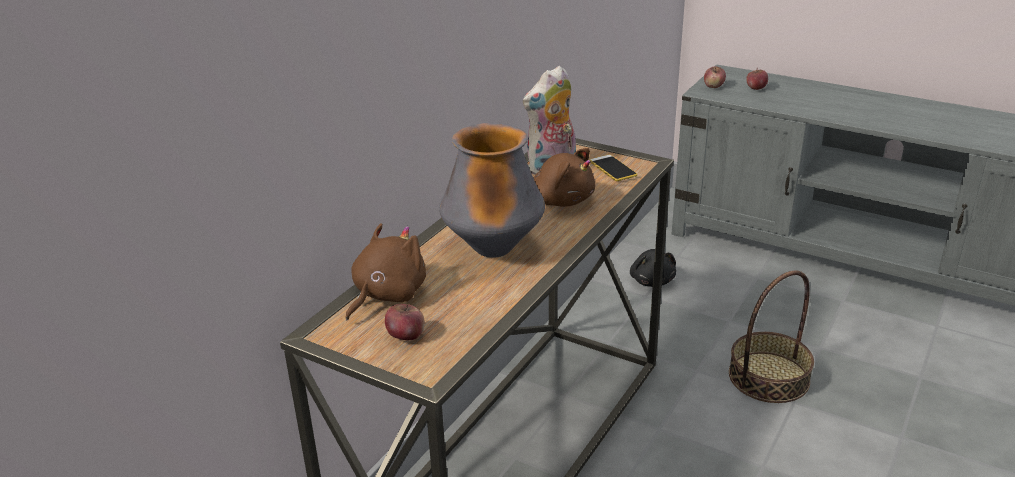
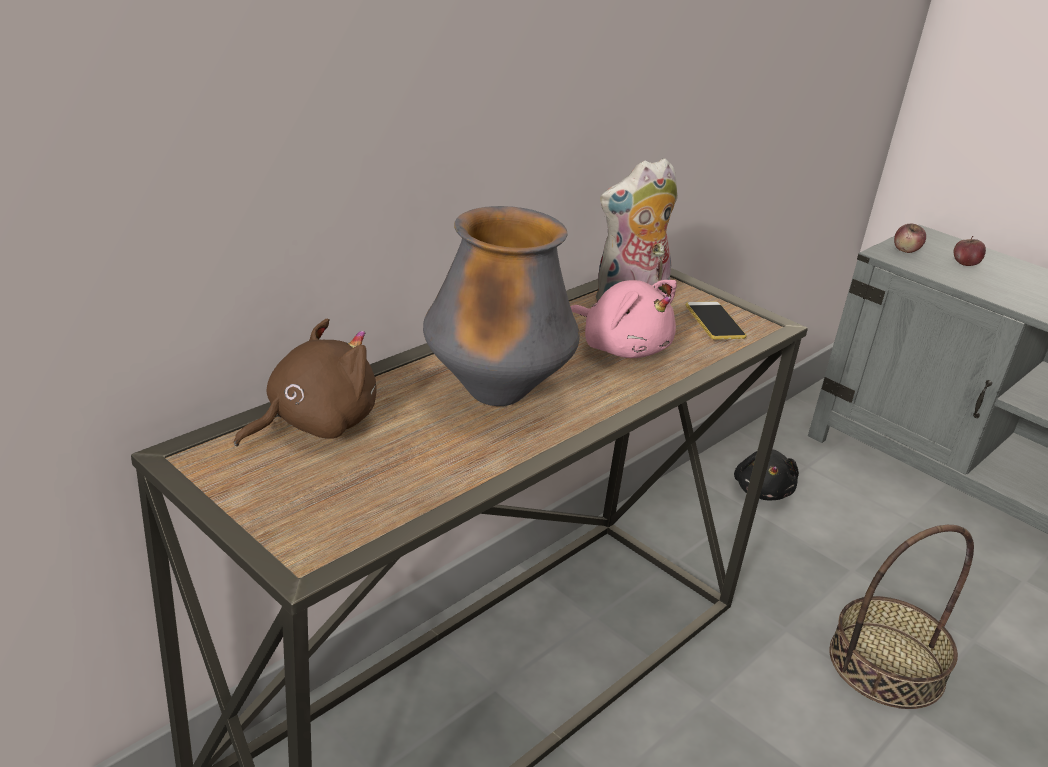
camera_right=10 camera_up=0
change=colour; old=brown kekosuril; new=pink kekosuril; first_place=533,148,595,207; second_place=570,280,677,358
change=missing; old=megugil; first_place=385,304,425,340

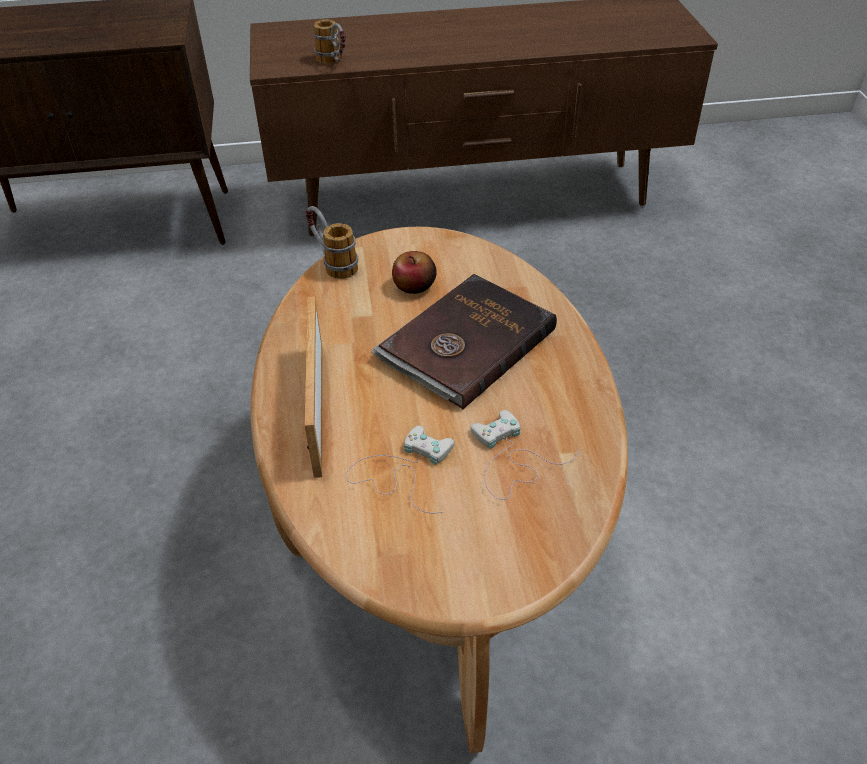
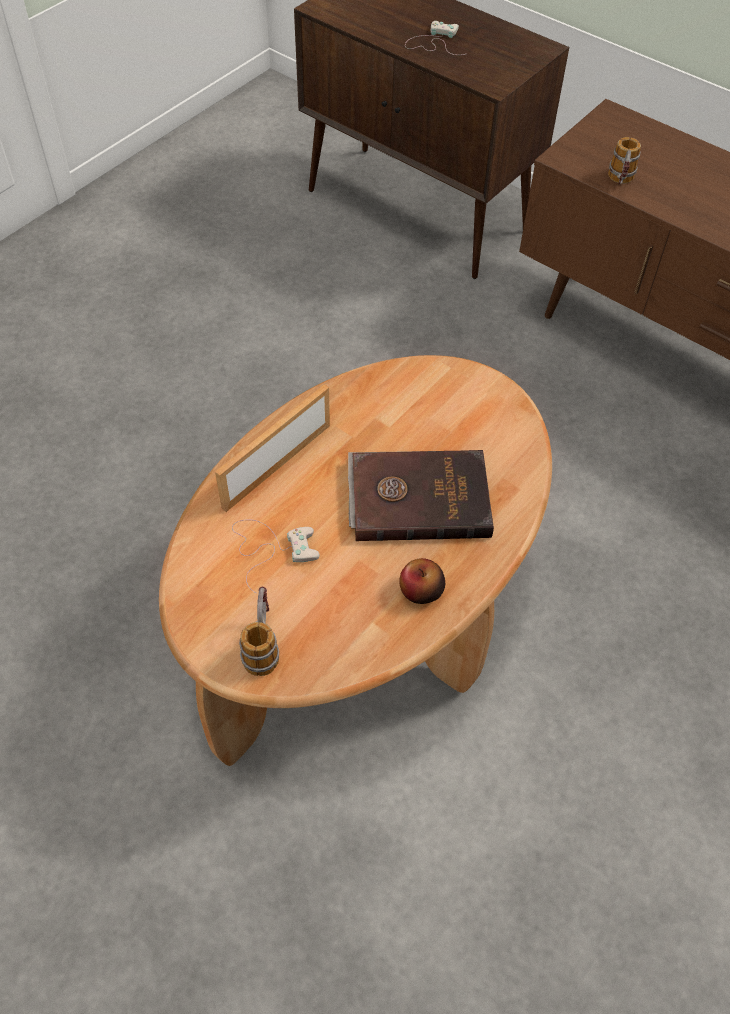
camera_right=45 camera_up=10
change=relocated; old=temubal; first_place=305,206,358,279; second_place=239,586,279,676
change=relocated; old=megugil; first_place=392,251,437,294; second_place=399,558,445,604
change=relocated; old=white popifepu; first_place=471,410,579,500; second_place=405,21,465,55

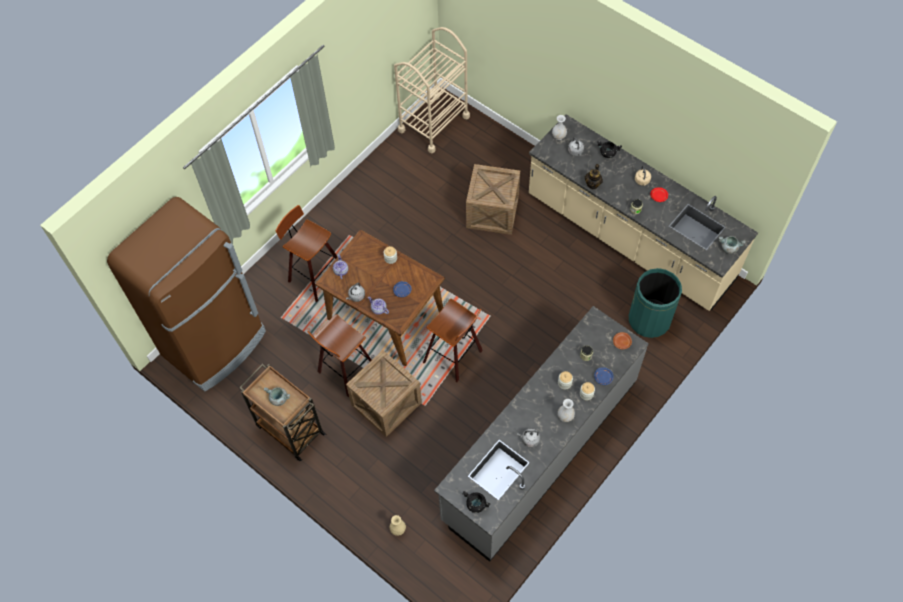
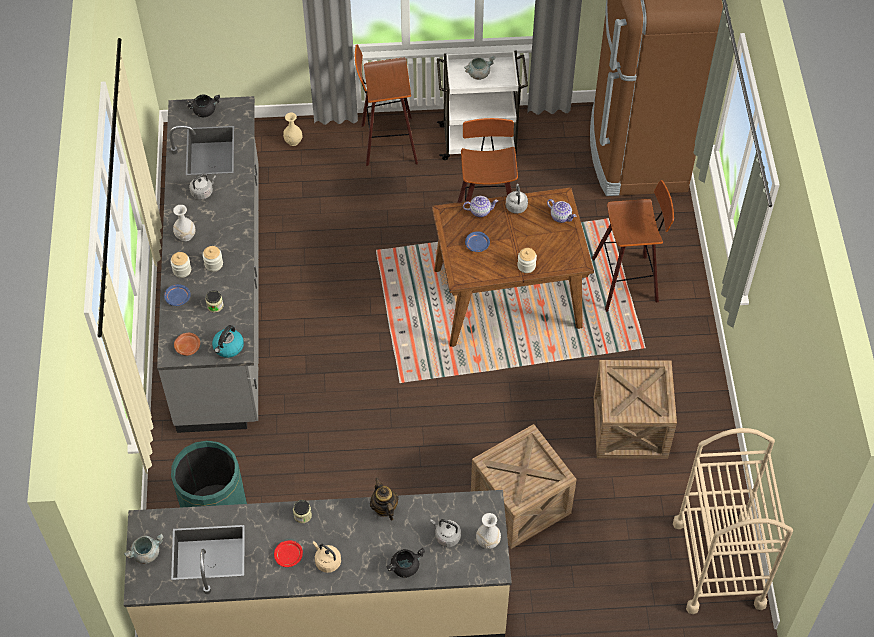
camera_right=135 camera_up=-5
change=appeared; new=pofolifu; second_place=212,325,244,358
change=relocated; old=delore; first_place=423,299,483,382; second_place=355,44,418,166
change=colour; old=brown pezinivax; new=white pezinivax; first_place=239,364,326,461; second_place=437,51,528,160
change=relocated; old=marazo; first_place=346,350,422,437; second_place=594,360,677,459

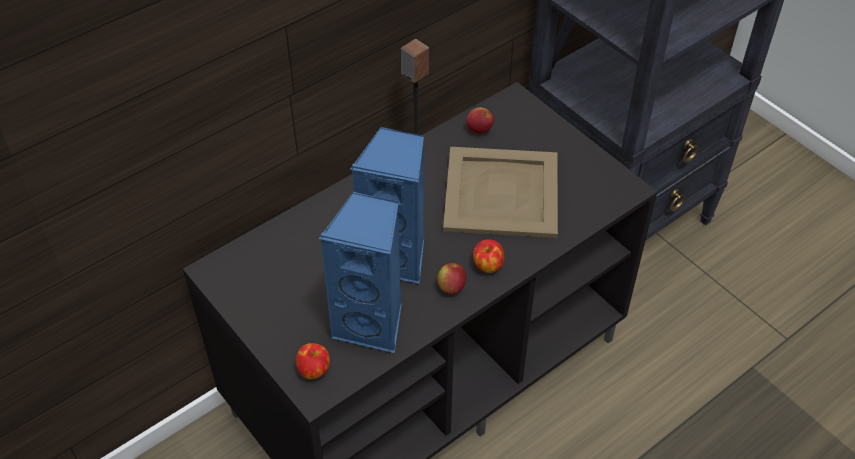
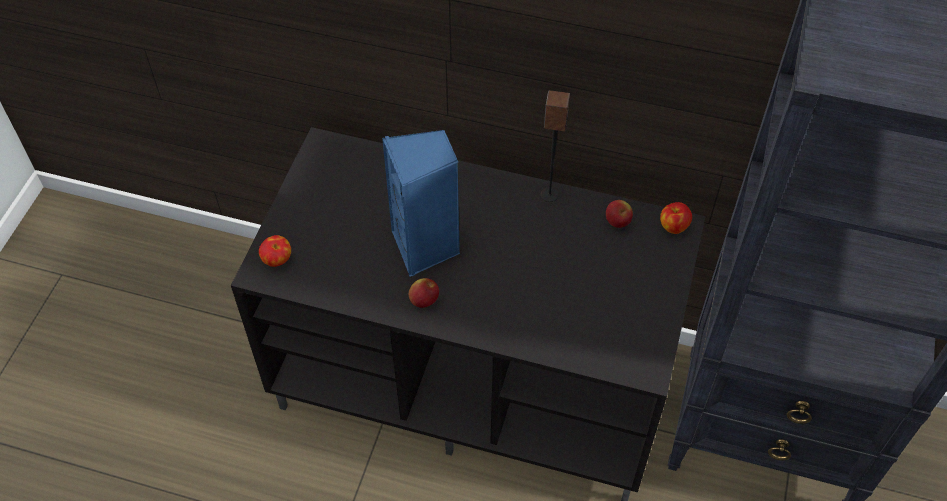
camera_right=55 camera_up=5
change=relocated; old=megugil; first_place=473,239,504,273; second_place=660,202,692,234
change=missing; old=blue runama; first_place=319,192,402,353
change=missing; old=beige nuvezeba; first_place=443,147,558,238

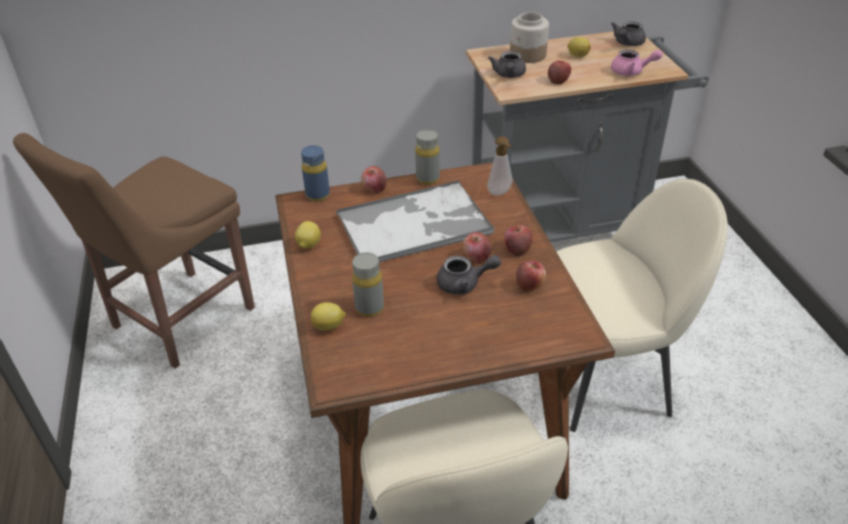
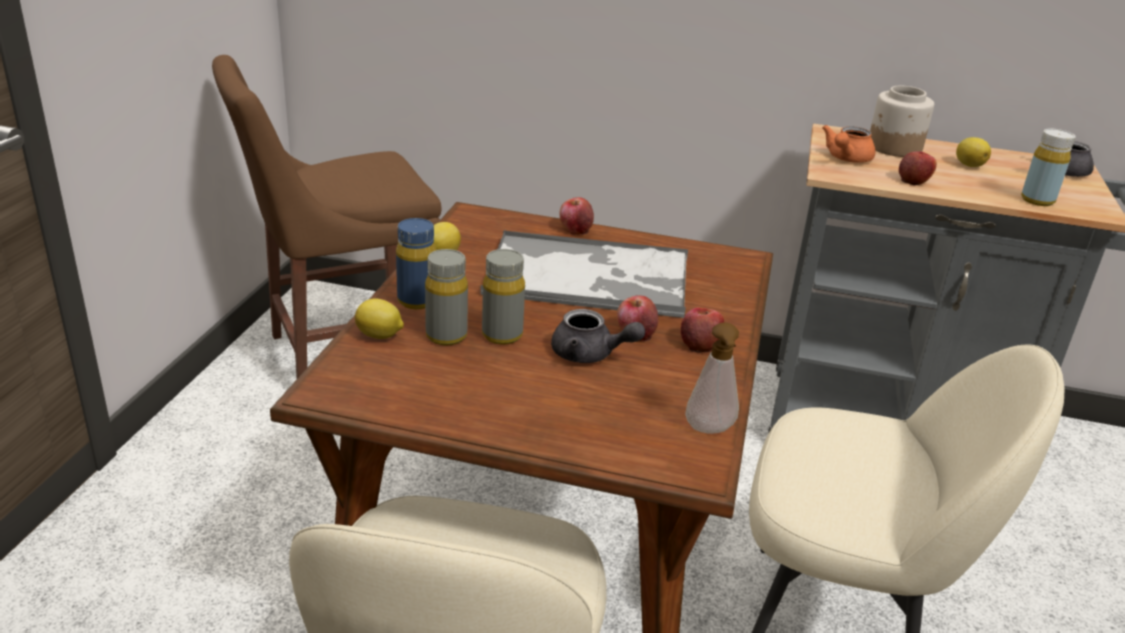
camera_right=25 camera_up=-10
change=relocated; old=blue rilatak; first_place=301,145,330,201; second_place=396,218,436,309
change=relocated; old=grey rilatak; first_place=415,129,440,184; second_place=482,249,525,345
change=relocated; old=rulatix; first_place=487,136,512,195; second_place=685,322,739,434
change=colour; old=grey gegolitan; new=orange gegolitan; first_place=488,51,526,78; second_place=822,125,876,163
change=exchanged; old=pink gegolitan; new=yellow rilatak; first_place=611,49,663,76; second_place=1021,129,1075,206
change=missing; old=megugil; first_place=516,261,546,291

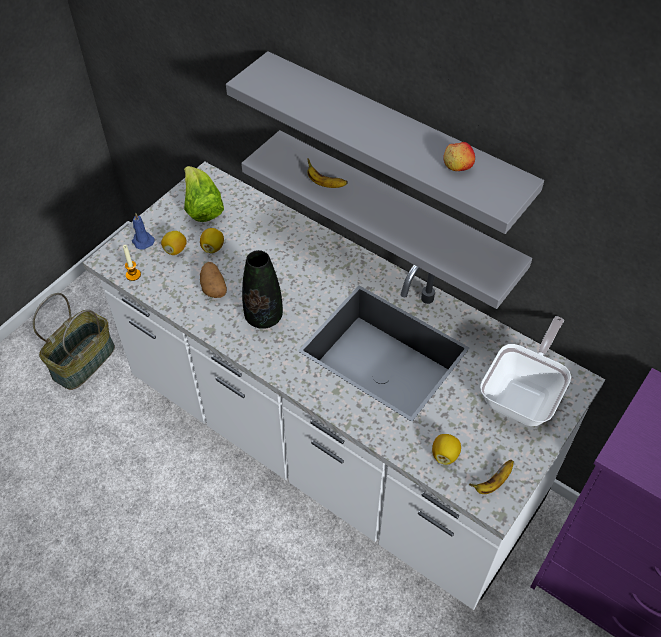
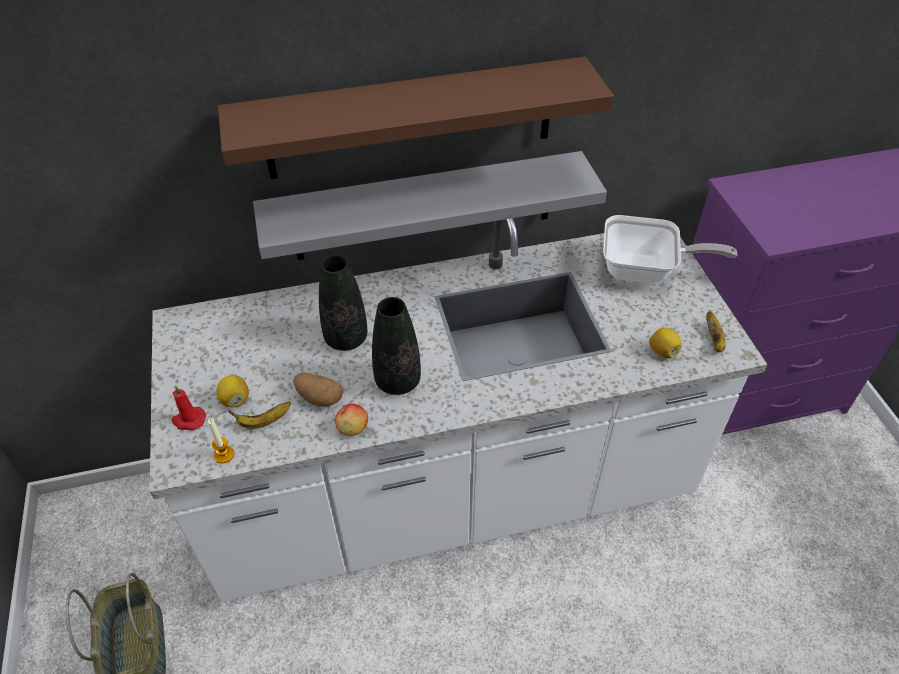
camera_right=-50 camera_up=-5
change=colour; old=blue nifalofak; new=red nifalofak; first_place=132,213,155,250; second_place=172,385,206,430
change=colour; old=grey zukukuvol; new=brown zukukuvol; first_place=226,51,544,234; second_place=218,57,614,179
change=relocated; old=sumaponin; first_place=307,159,348,188; second_place=228,402,291,429
change=appeared; new=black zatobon; second_place=319,255,368,351
change=relocated; old=megugil; first_place=443,142,475,171; second_place=335,404,368,436
change=spun; old=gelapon; first_place=480,316,571,426; second_place=603,215,737,283; degrees=120
change=missing; old=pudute; first_place=184,166,224,222
change=missing; old=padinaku; first_place=200,228,224,253

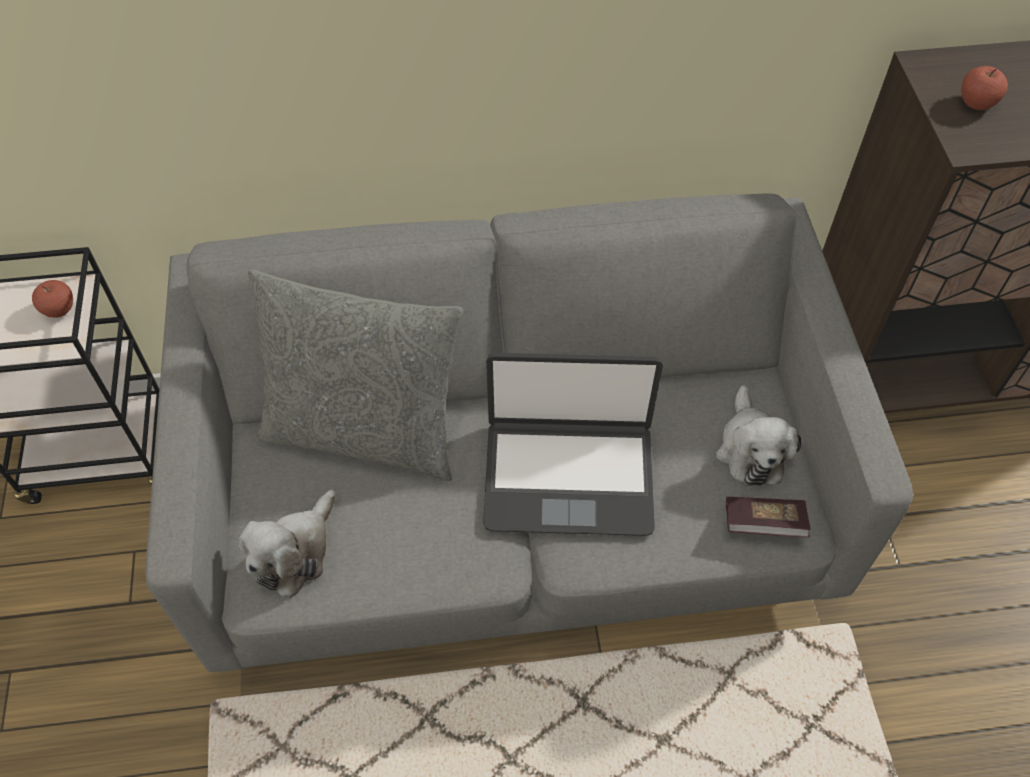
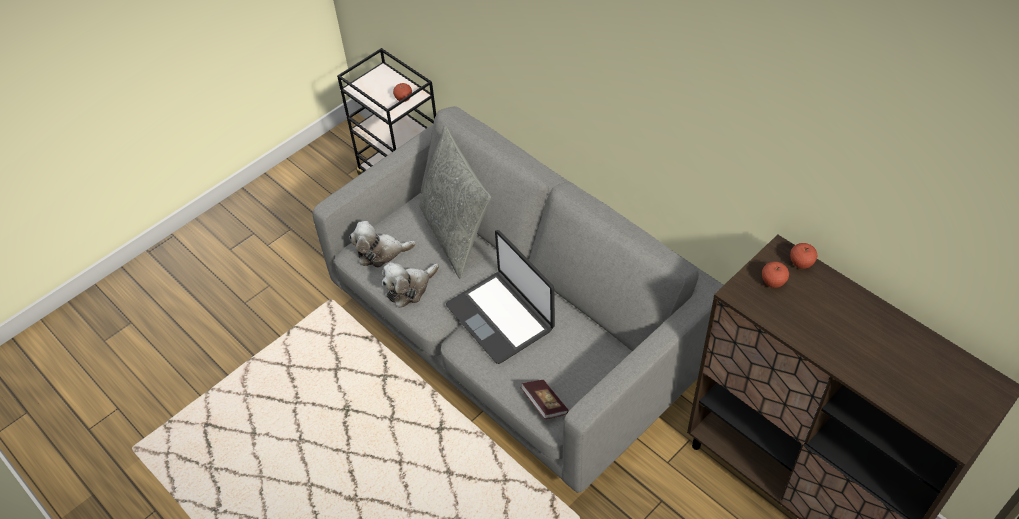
camera_right=55 camera_up=-5
change=relocated; old=kekosuril; first_place=716,385,801,486; second_place=382,262,439,308
change=appeared; new=megugil; second_place=790,243,817,269

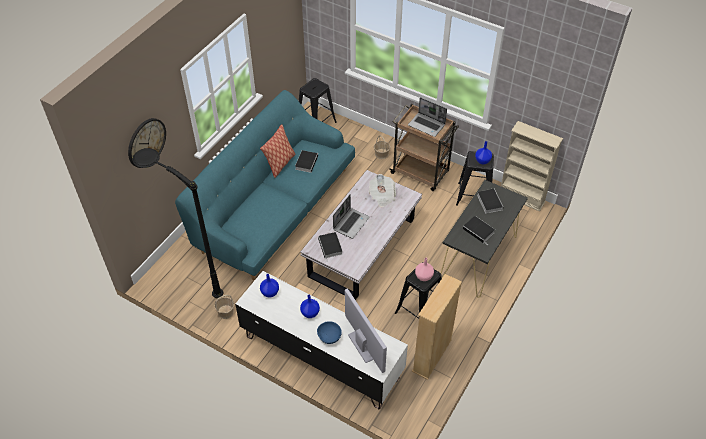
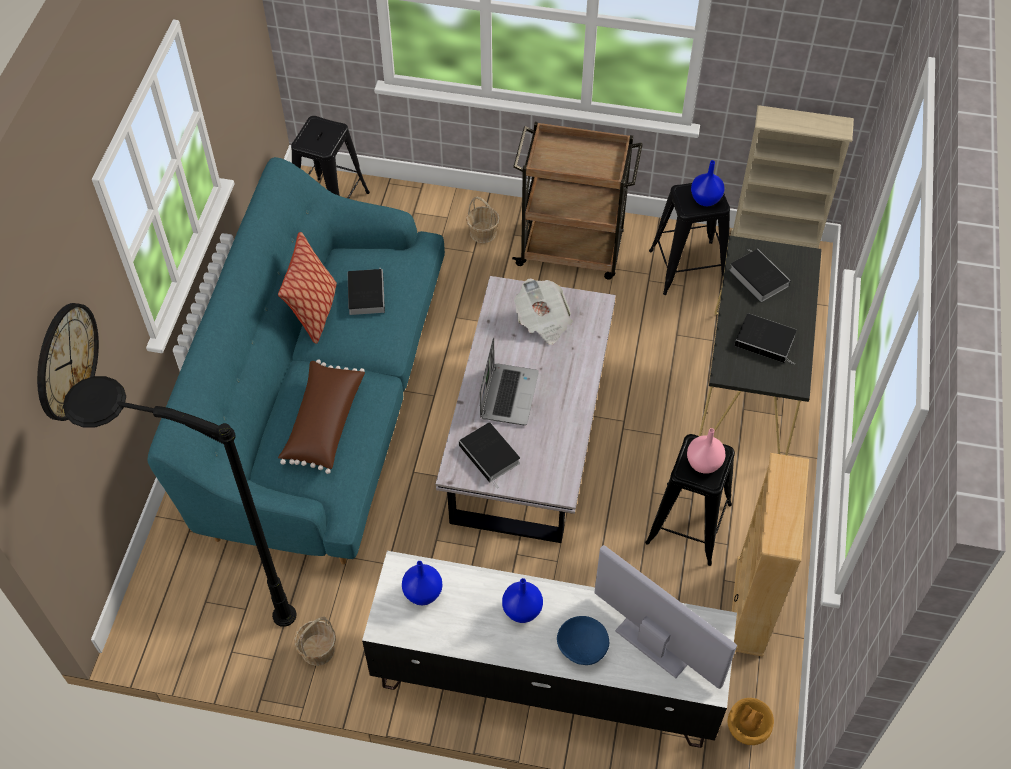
camera_right=-20 camera_up=5
change=appeared; new=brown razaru; second_place=278,360,365,474
change=appeared; new=brown zatobon; second_place=728,698,774,745
change=missing; old=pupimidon; first_place=408,97,447,137

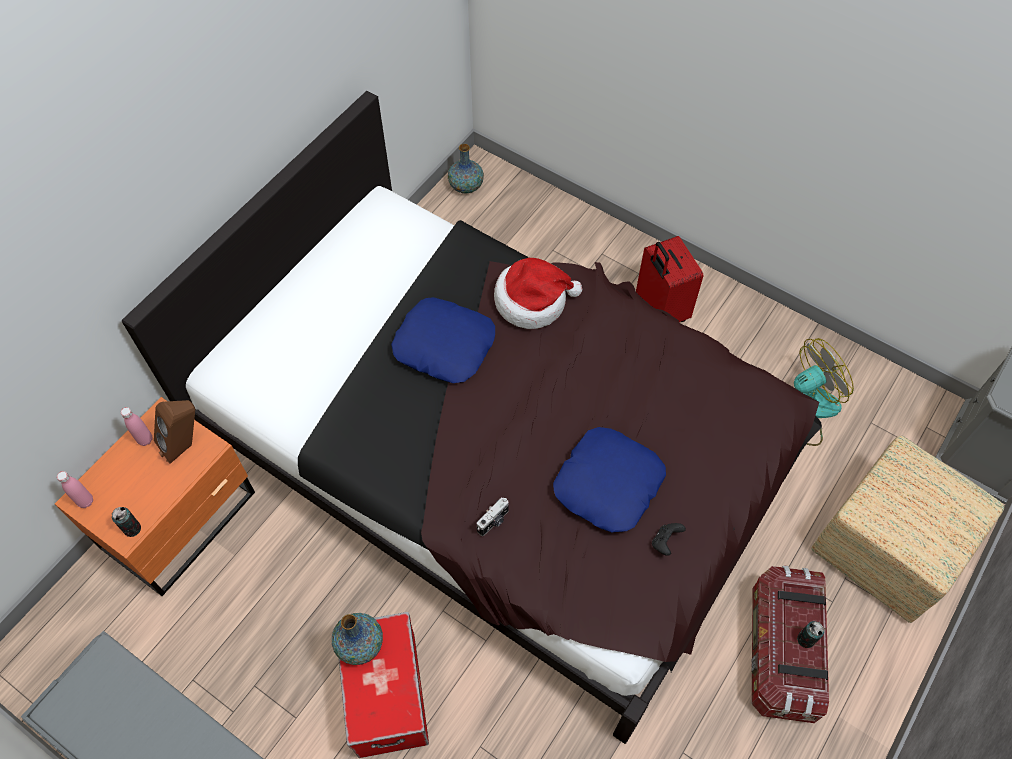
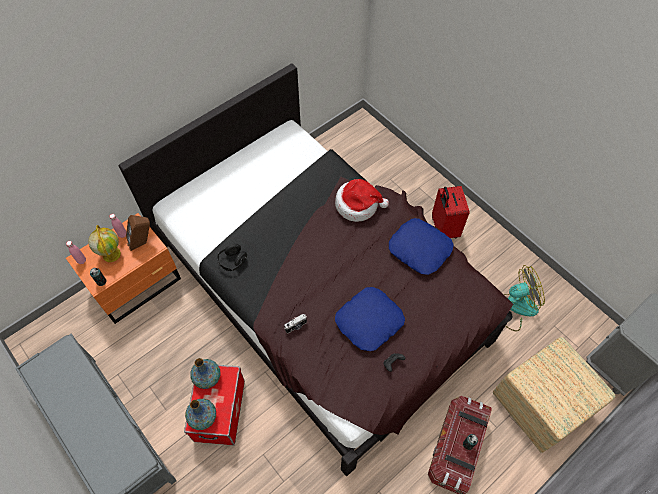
camera_right=15 camera_up=0
change=appeared; new=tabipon; second_place=88,225,121,262
change=relocated; old=zatobon; first_place=448,144,484,193; second_place=185,399,216,430
change=appeared; new=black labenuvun; second_place=217,243,247,271
change=relocated; old=blue razaru; first_place=391,297,495,383; second_place=389,218,454,275

